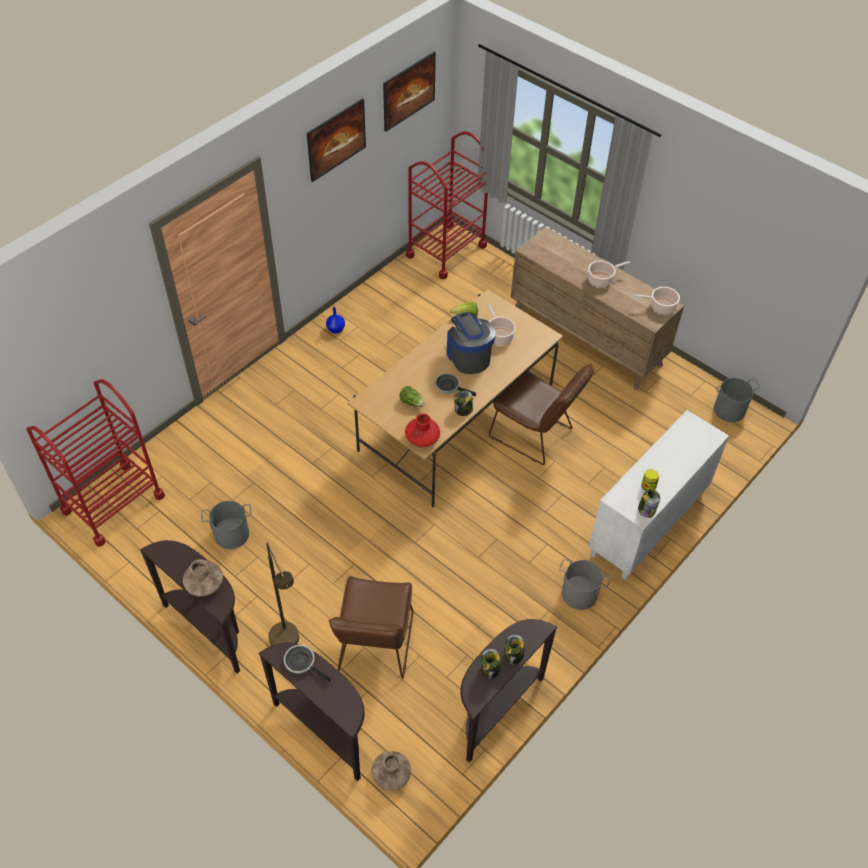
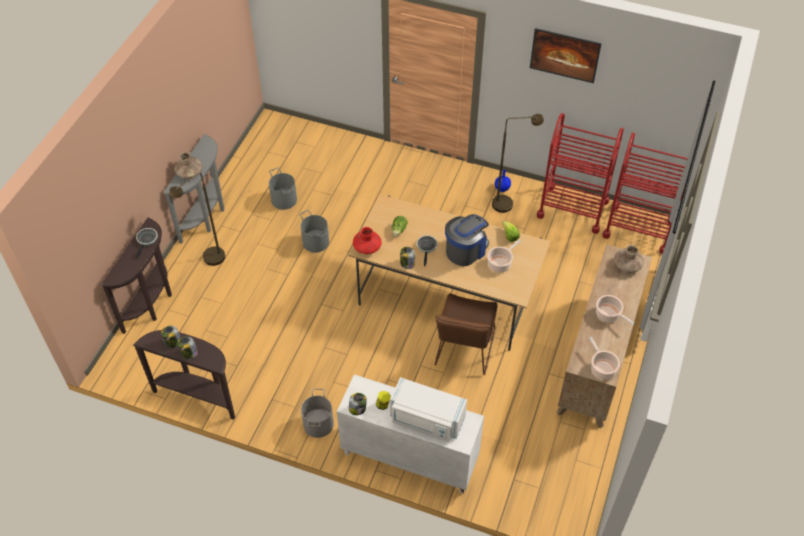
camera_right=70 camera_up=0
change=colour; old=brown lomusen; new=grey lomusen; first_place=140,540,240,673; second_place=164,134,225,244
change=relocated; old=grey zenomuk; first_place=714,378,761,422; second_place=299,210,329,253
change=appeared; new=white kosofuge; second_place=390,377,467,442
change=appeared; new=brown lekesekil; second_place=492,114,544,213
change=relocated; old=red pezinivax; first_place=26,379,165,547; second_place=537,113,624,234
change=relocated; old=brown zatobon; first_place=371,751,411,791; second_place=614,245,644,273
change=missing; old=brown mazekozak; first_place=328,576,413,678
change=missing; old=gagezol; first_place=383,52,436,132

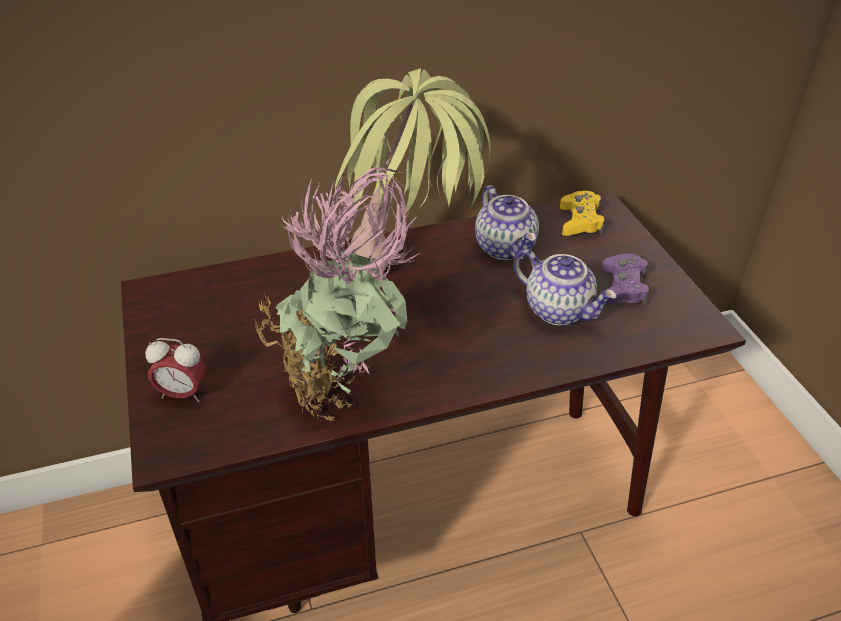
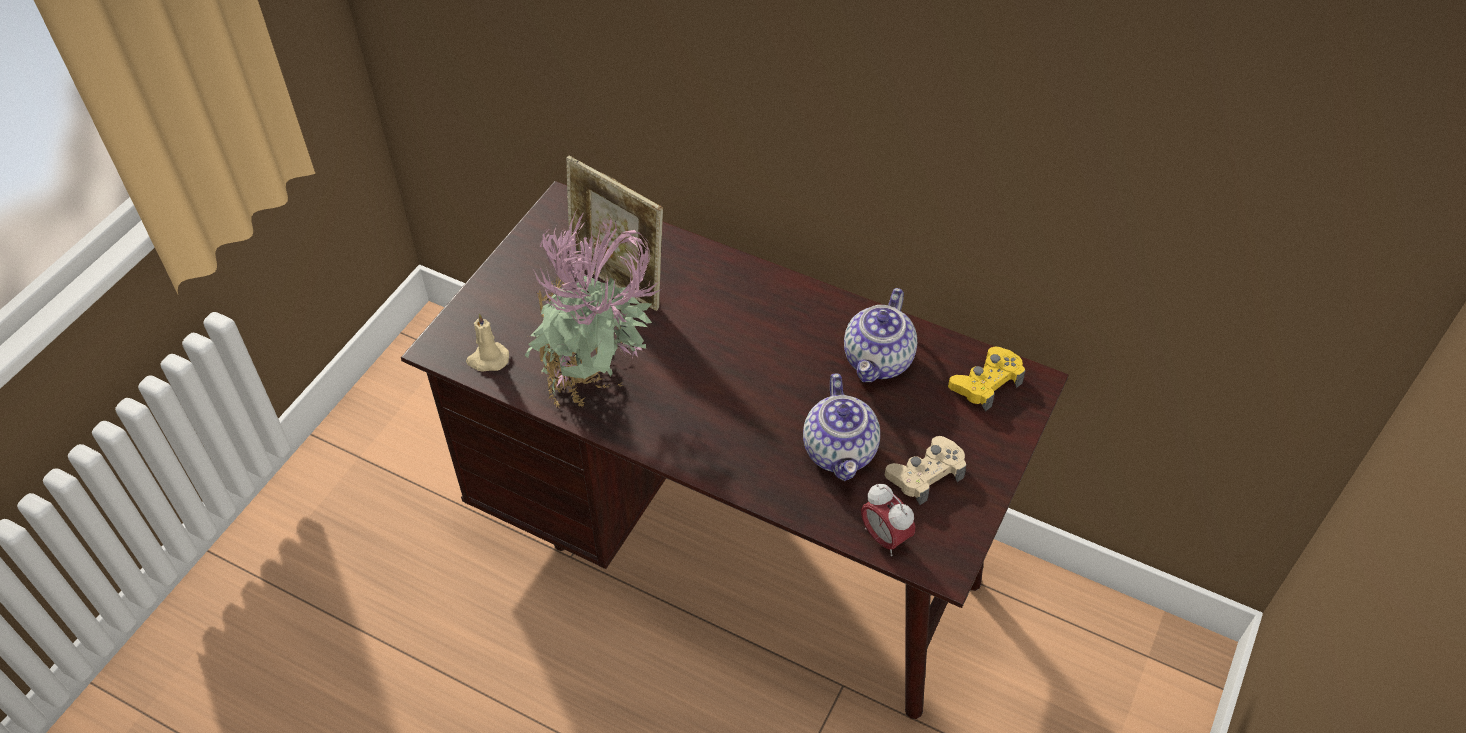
camera_right=45 camera_up=10
change=appeared; new=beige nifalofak; second_place=466,313,509,372
change=appeared; new=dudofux; second_place=566,156,663,311
change=relocated; old=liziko; first_place=145,338,206,402; second_place=861,484,915,556
change=colour; old=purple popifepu; new=beige popifepu; first_place=601,254,649,306; second_place=885,436,966,505
change=missing; old=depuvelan; first_place=335,68,490,271

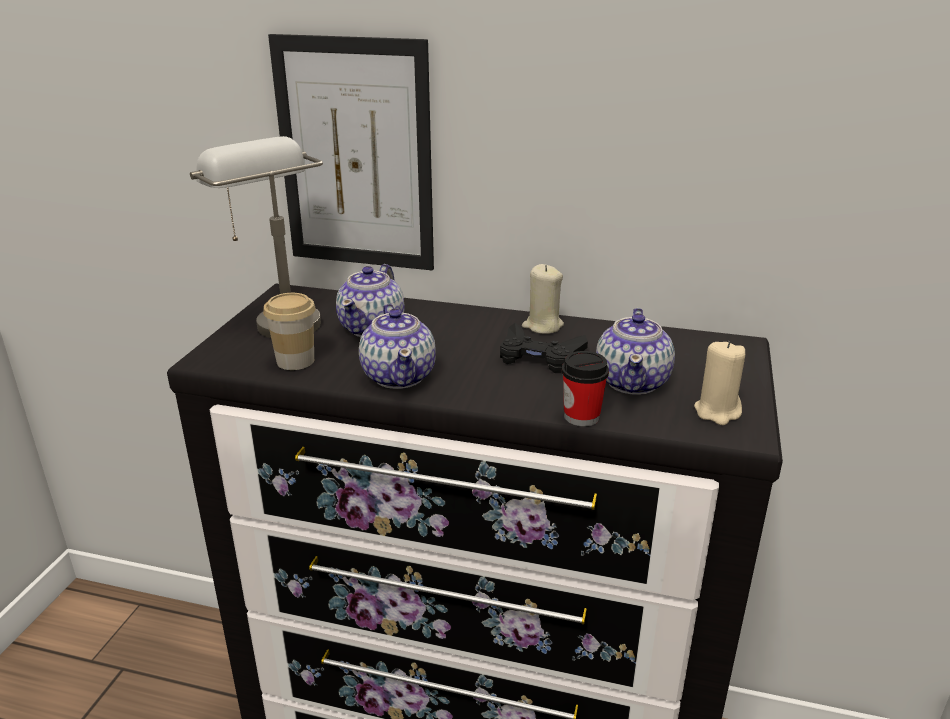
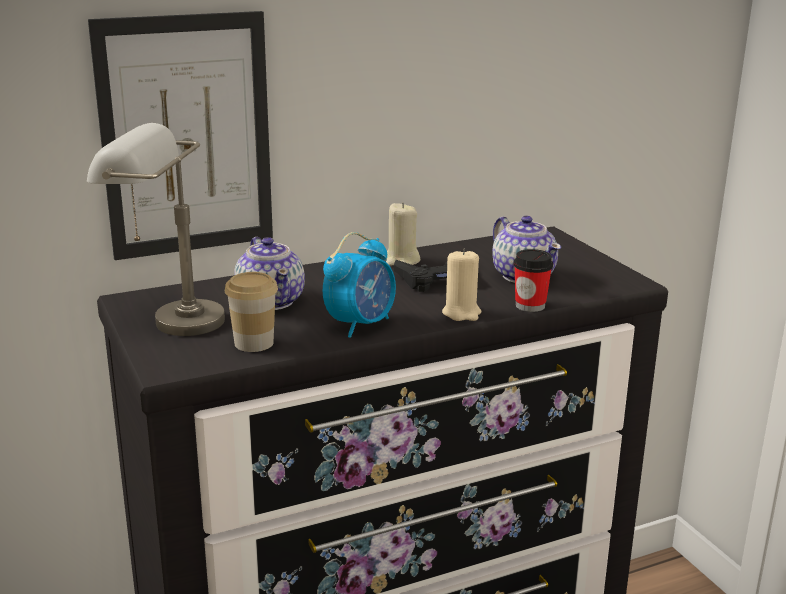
camera_right=-40 camera_up=-5
change=exchanged; old=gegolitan; new=liziko; first_place=359,304,436,389; second_place=323,232,396,338
change=relocated; old=beige nifalofak; first_place=694,341,745,425; second_place=442,248,481,321

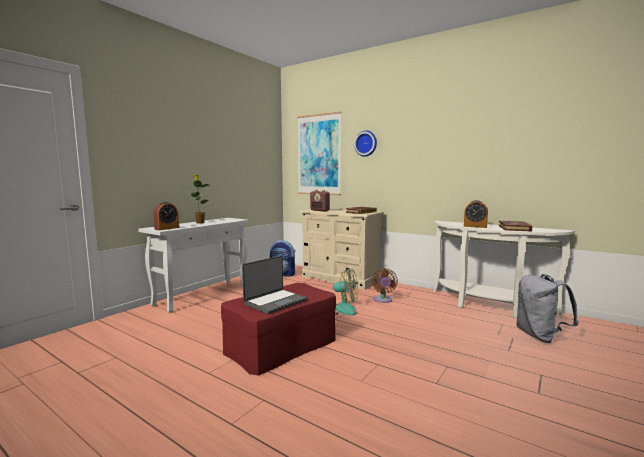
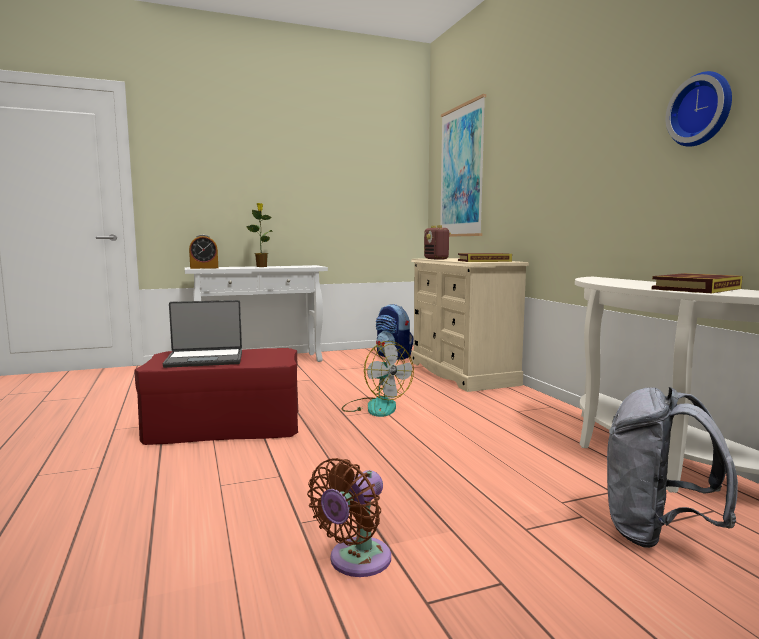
camera_right=35 camera_up=0
change=relocated; old=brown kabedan; first_place=372,269,398,303; second_place=307,458,391,577
change=relocated; old=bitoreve; first_place=354,131,377,157; second_place=665,71,732,147
change=missing; old=liziko; first_place=464,200,488,228

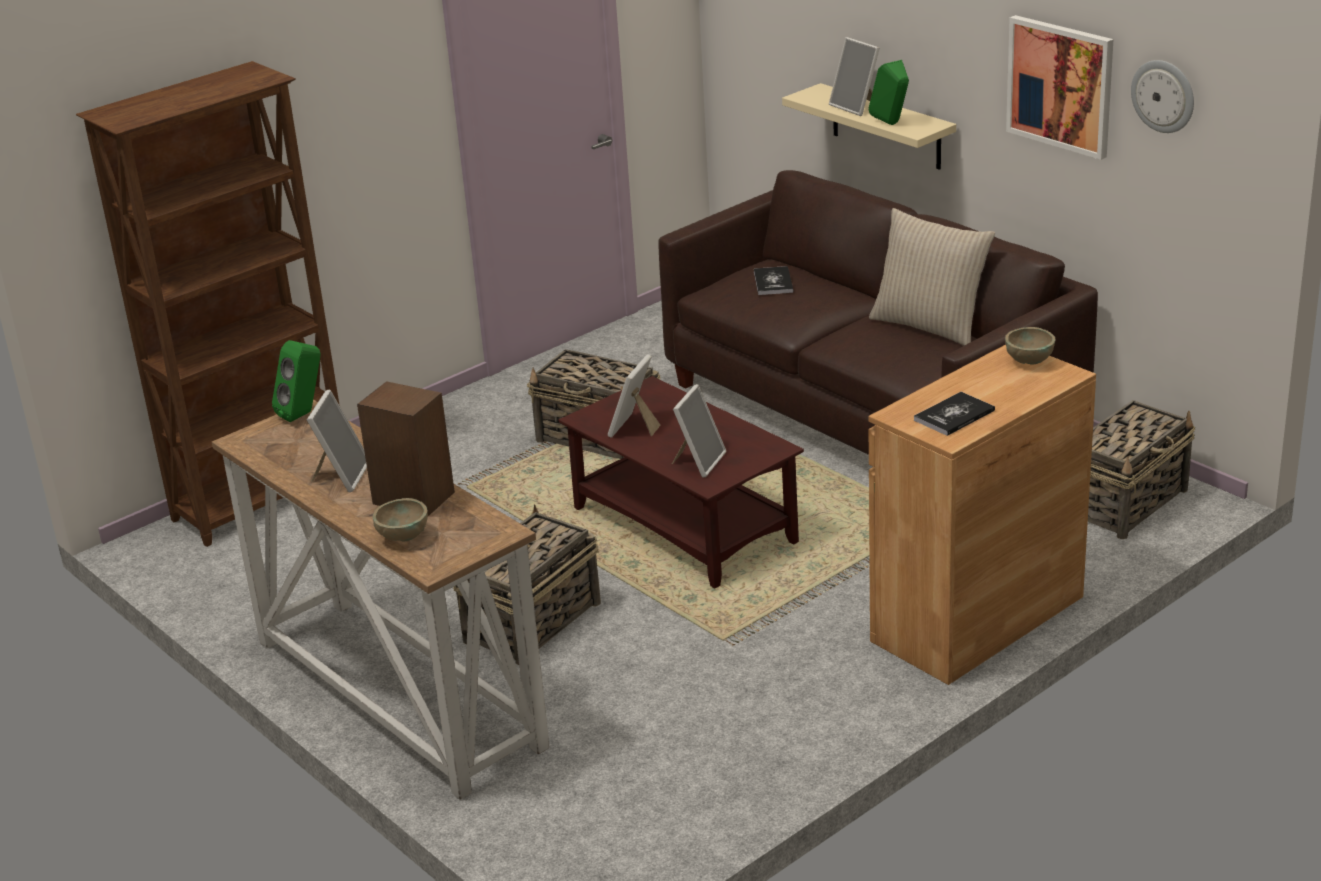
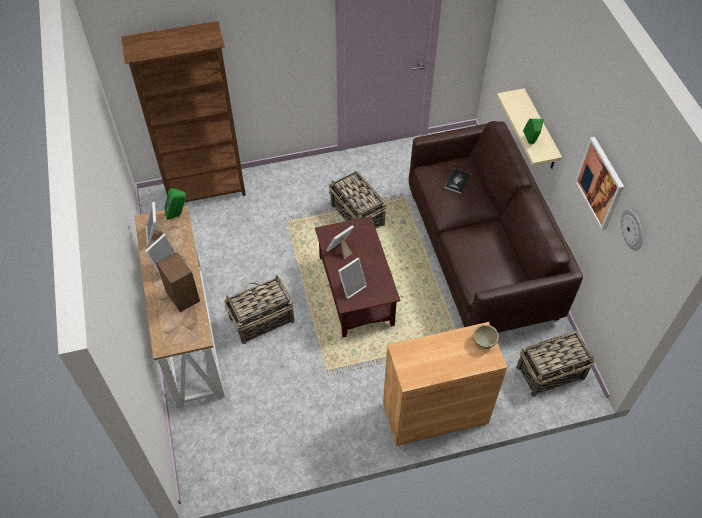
camera_right=25 camera_up=25
change=relocated; old=dudofux; first_place=829,37,880,116; second_place=146,202,169,247
change=missing; old=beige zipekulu; first_place=373,498,428,542
change=missing; old=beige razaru; first_place=869,208,995,346
change=missing; old=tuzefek; first_place=914,392,995,436

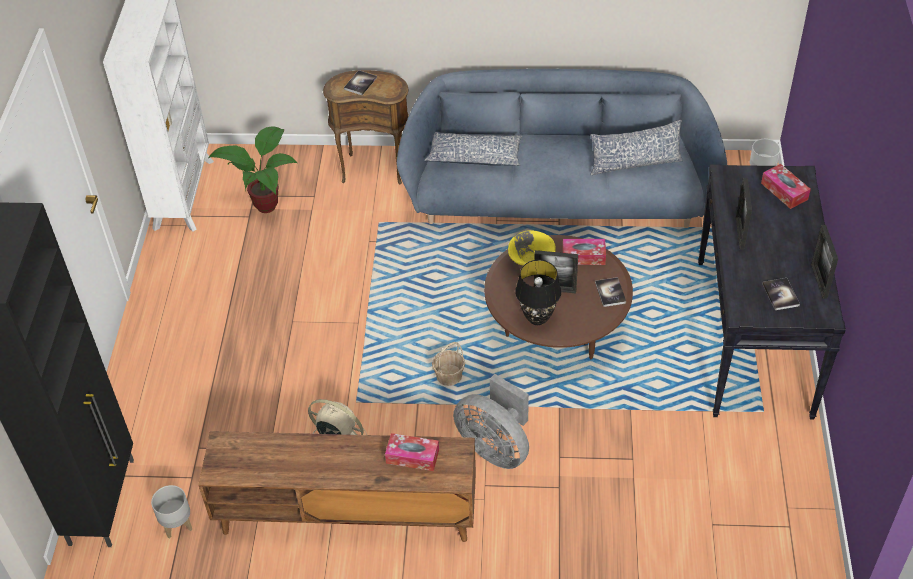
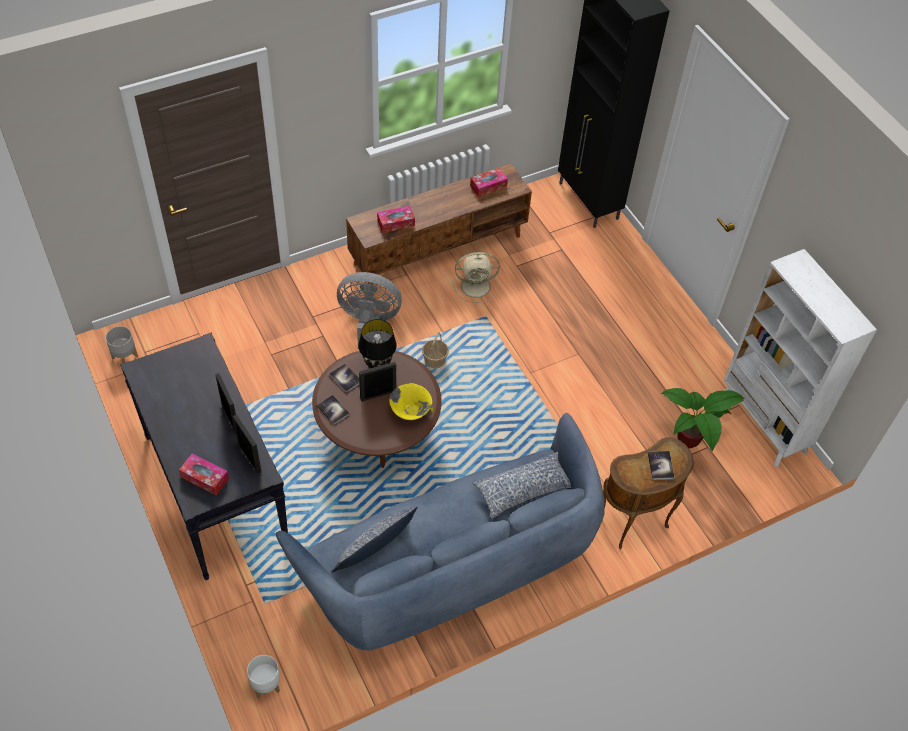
camera_right=145 camera_up=5
change=relocated; old=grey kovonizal; first_place=151,485,192,538; second_place=105,326,138,363
change=relocated; old=dudofux; first_place=811,225,838,299; second_place=233,414,262,474
change=relocated; old=tuzefek; first_place=763,278,800,310; second_place=329,364,360,393
change=relocated; old=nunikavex; first_place=563,239,606,265; second_place=470,168,508,197

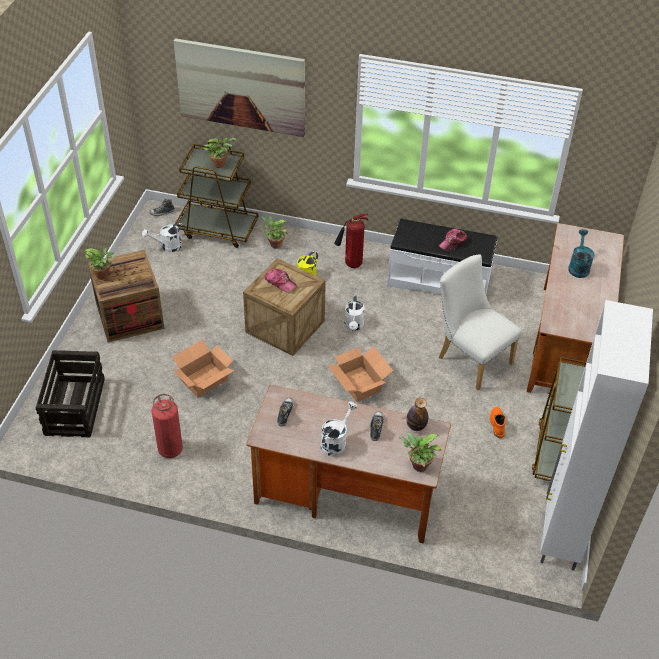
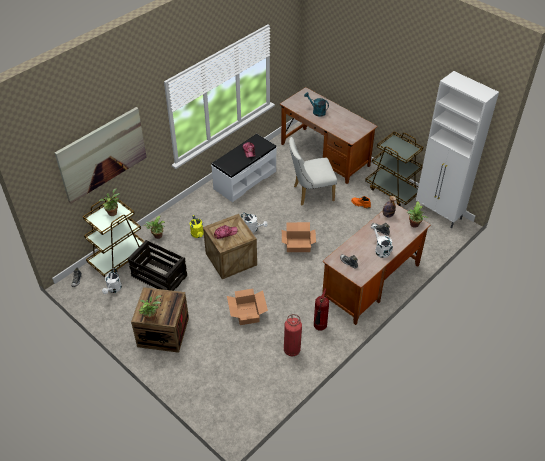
camera_right=-60 camera_up=0
change=relocated; old=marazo; first_place=36,350,105,437; second_place=128,240,187,291
change=relocated; old=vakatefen; first_place=334,214,368,268; second_place=314,288,329,331

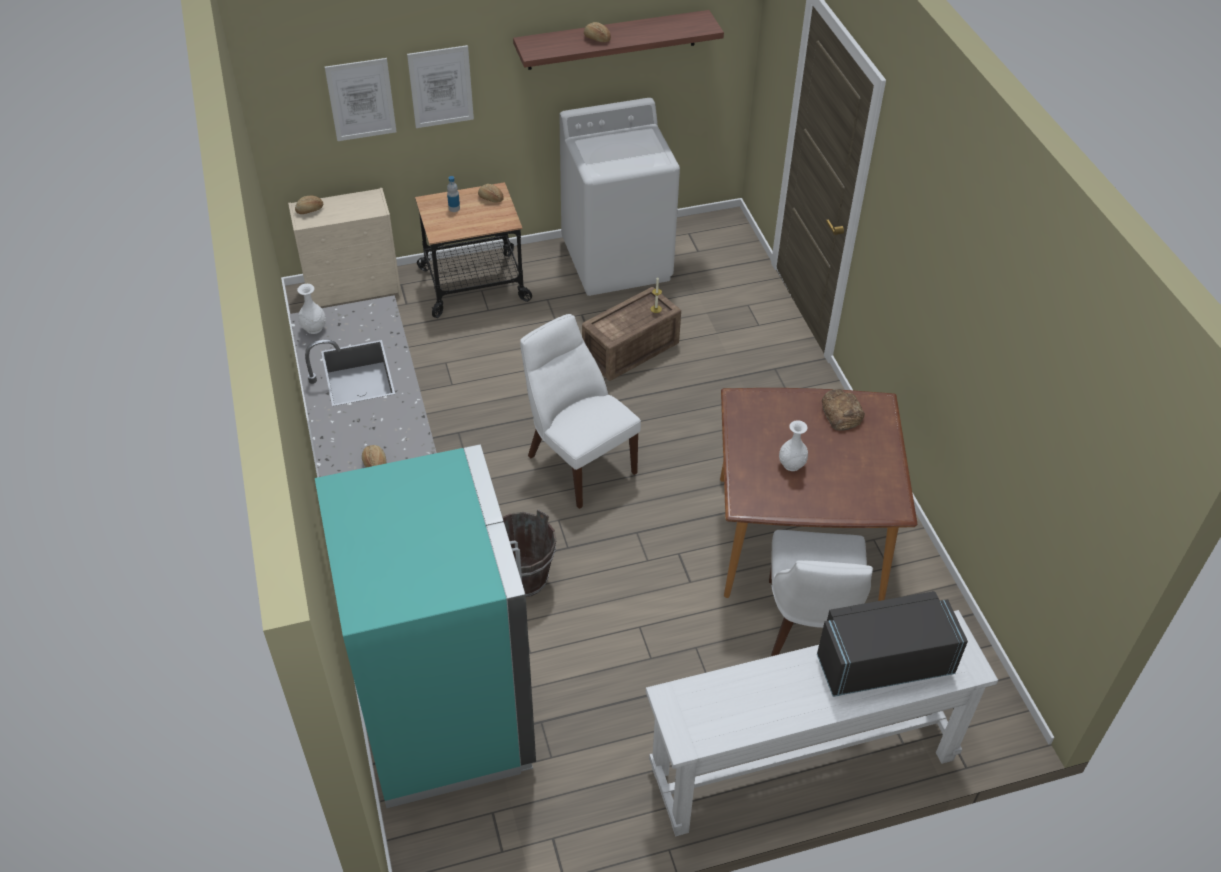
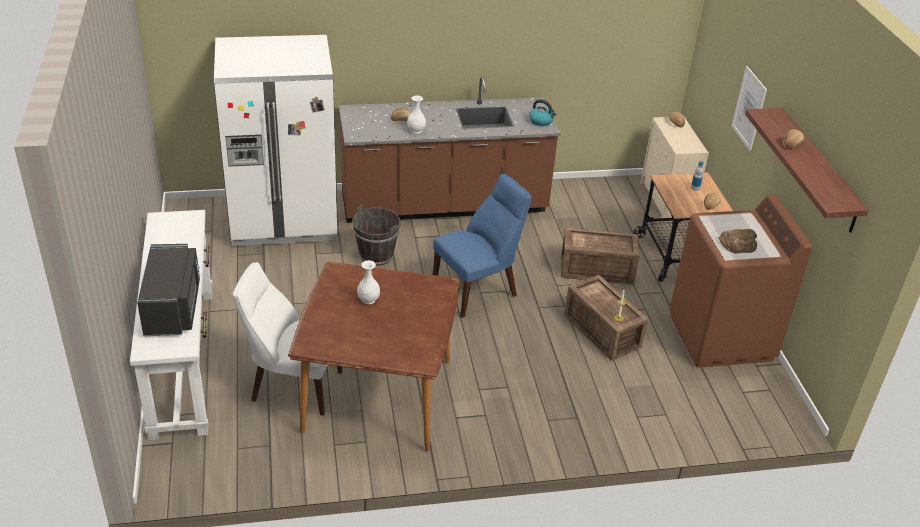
camera_right=95 camera_up=-10
change=colour; old=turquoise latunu; new=white latunu; first_place=315,444,536,808; second_place=214,35,338,246
change=relocated; old=white zatobon; first_place=297,284,326,334; second_place=407,96,426,134
change=colour; old=white mazekozak; new=blue mazekozak; first_place=520,314,641,509; second_place=433,174,532,318
change=appeared; new=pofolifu; second_place=529,99,557,126
change=appeared; new=marazo; second_place=561,228,639,284
change=colour; old=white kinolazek; new=brown kinolazek; first_place=559,98,680,296; second_place=669,195,813,368
change=relocated; old=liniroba; first_place=822,389,865,431; second_place=719,229,757,253
change=missing; old=gagezol; first_place=325,58,397,141

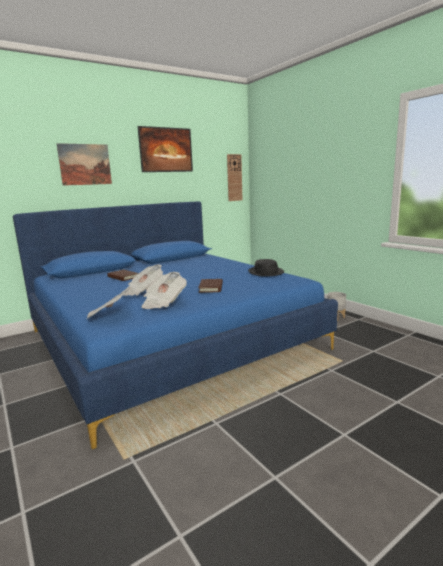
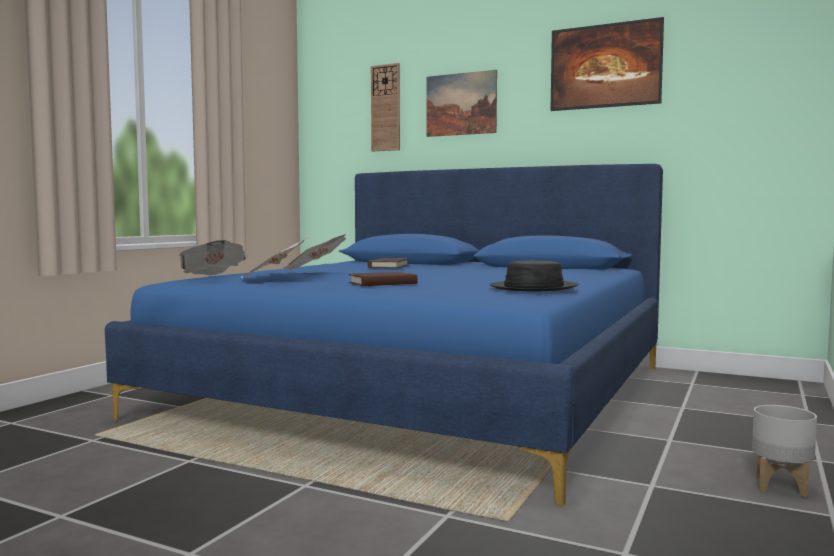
camera_right=60 camera_up=-10
change=relocated; old=bitoreve; first_place=227,154,242,201; second_place=371,63,400,151

